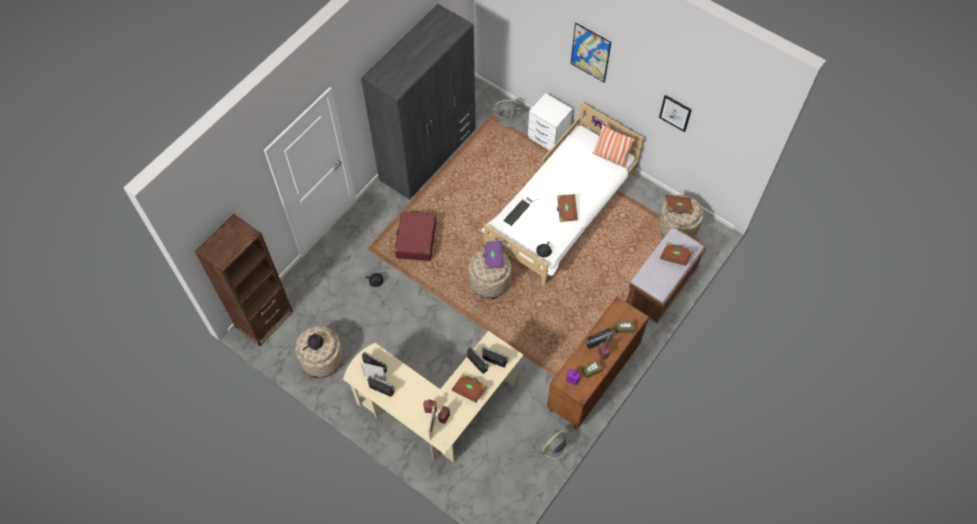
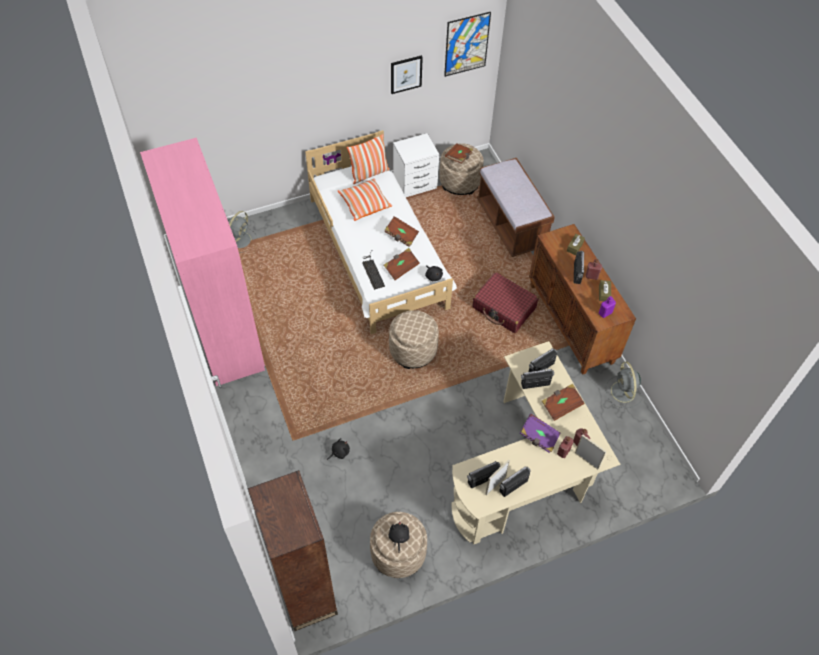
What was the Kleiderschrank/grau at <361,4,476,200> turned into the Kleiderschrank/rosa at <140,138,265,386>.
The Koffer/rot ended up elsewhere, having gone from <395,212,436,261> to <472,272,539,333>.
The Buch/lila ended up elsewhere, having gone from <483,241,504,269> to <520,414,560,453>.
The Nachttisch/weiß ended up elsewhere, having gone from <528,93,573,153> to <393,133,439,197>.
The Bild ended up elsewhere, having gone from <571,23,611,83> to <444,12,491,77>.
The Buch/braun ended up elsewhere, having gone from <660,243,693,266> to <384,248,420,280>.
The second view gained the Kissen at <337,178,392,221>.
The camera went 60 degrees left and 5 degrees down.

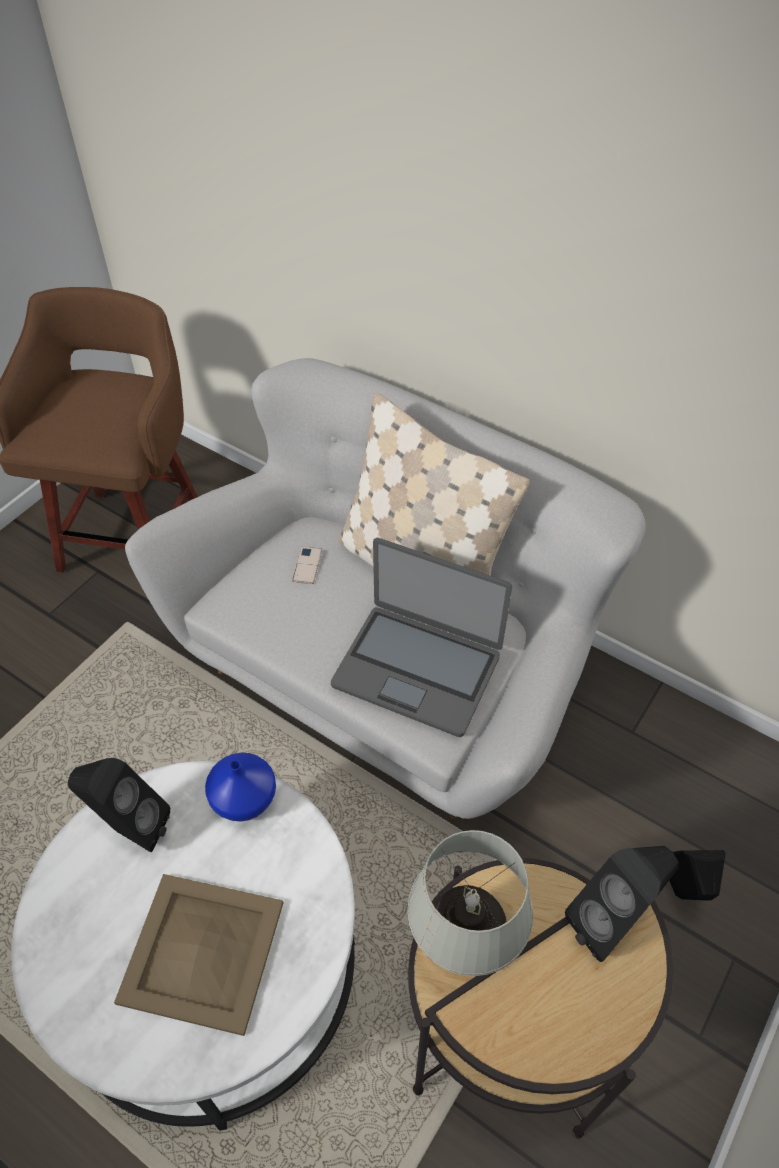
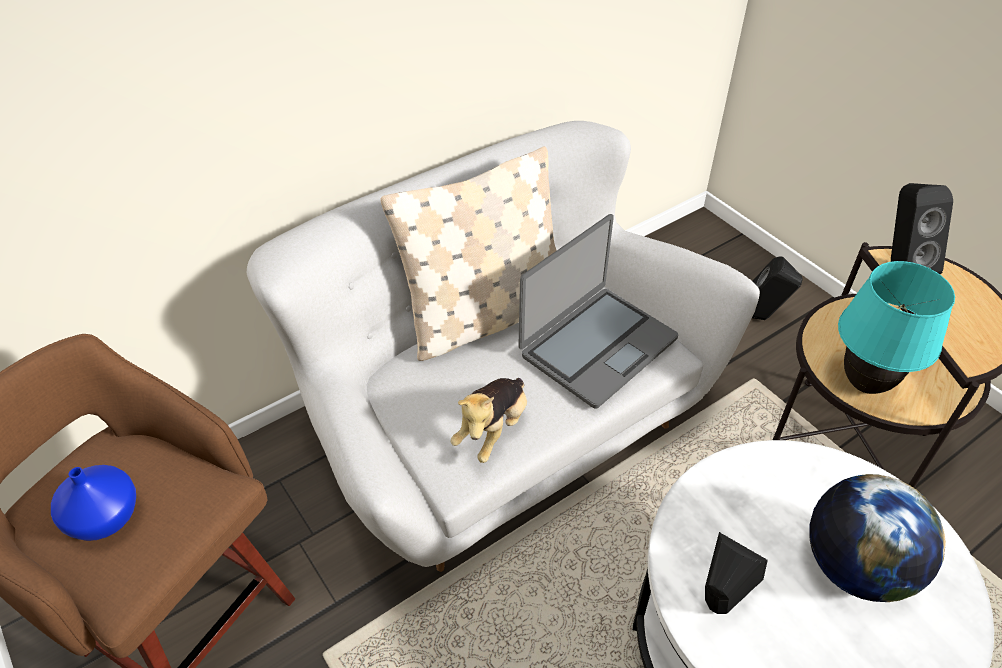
Where the Tablett/beige stood at <114,874,284,1036>, the Globus came to stand at <809,474,946,602>.
The Vase/blau ended up elsewhere, having gone from <205,752,276,822> to <51,465,136,541>.
The second view lost the Handy at <292,546,322,584>.
What was the Tischlampe/weiß at <407,830,533,976> turned into the Tischlampe/türkis at <838,261,955,394>.
The second view gained the Plüschtier at <450,378,527,463>.
The camera went 70 degrees left and 5 degrees down.

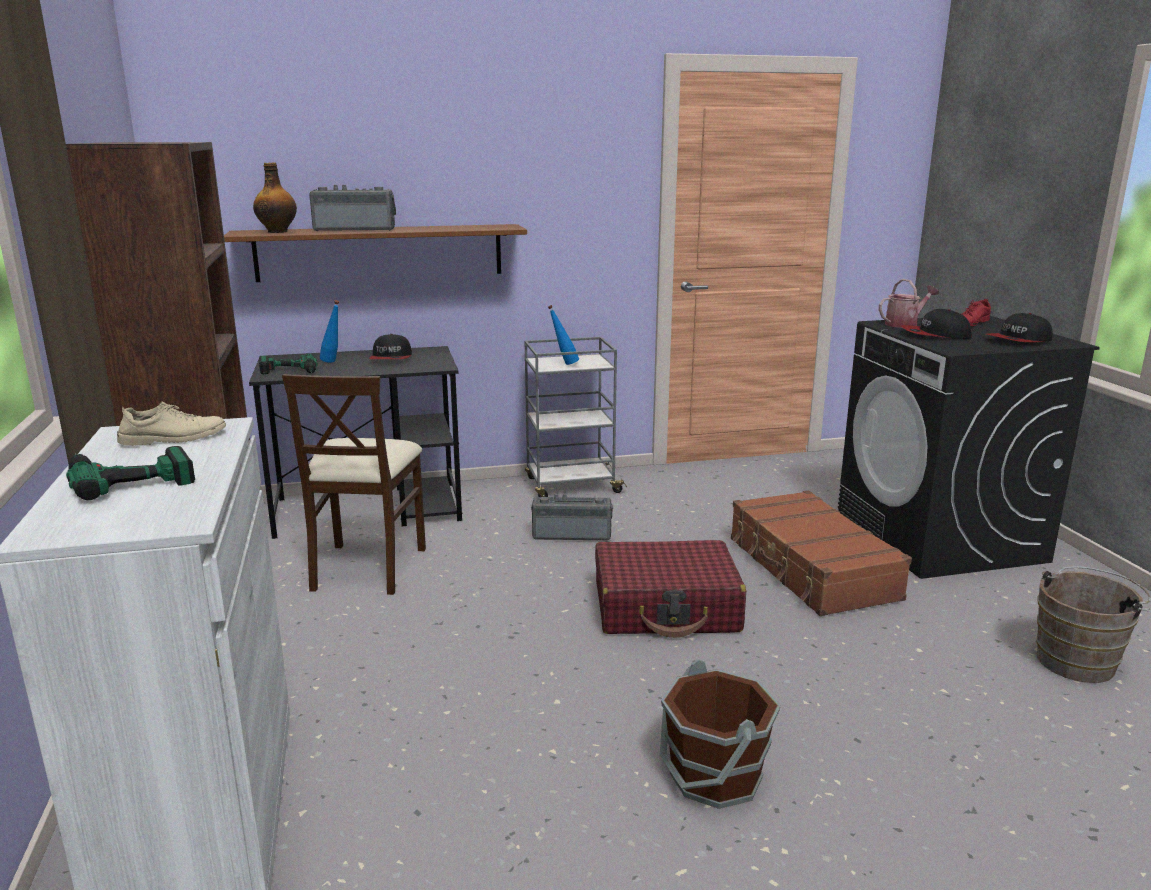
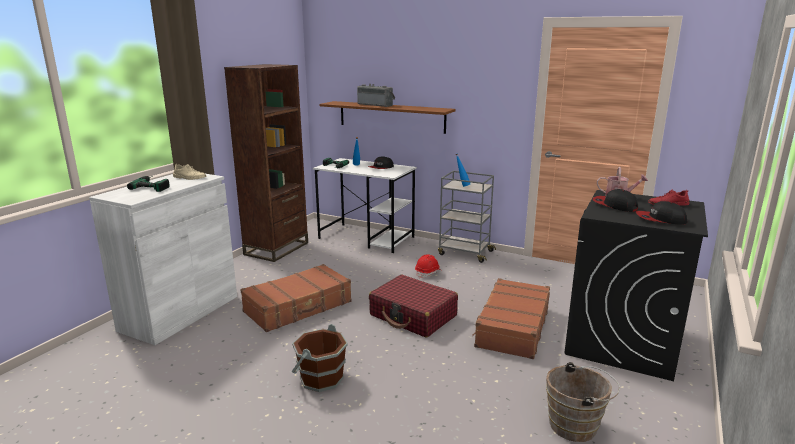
What was the Schreibtisch/schwarz at <249,346,462,539> turned into the Schreibtisch/weiß at <313,158,417,253>.
The second view lost the Flasche at <253,163,297,233>.
The second view lost the Stuhl/beige at <282,374,426,595>.
Where the Radio stood at <531,494,613,540>, the Schutzhelm/rot came to stand at <415,254,440,278>.
The second view gained the Koffer/braun at <240,264,352,332>.
The camera went 40 degrees right and 0 degrees up.

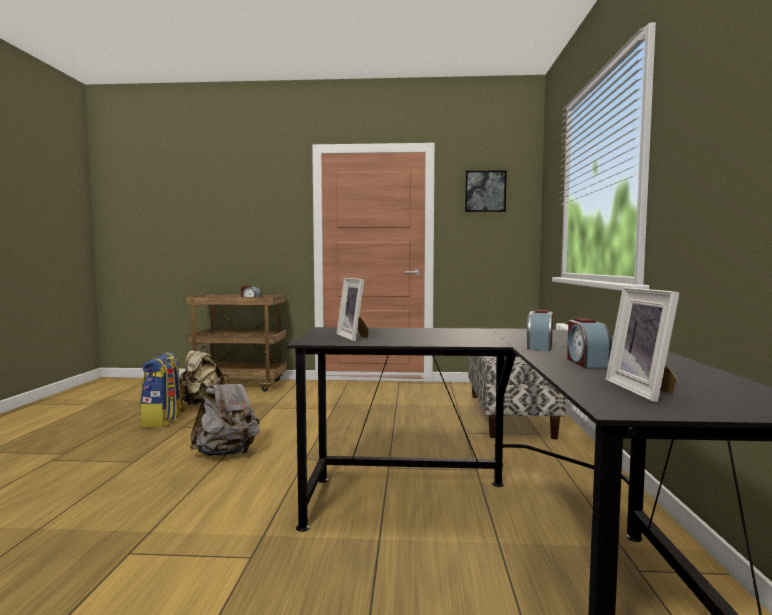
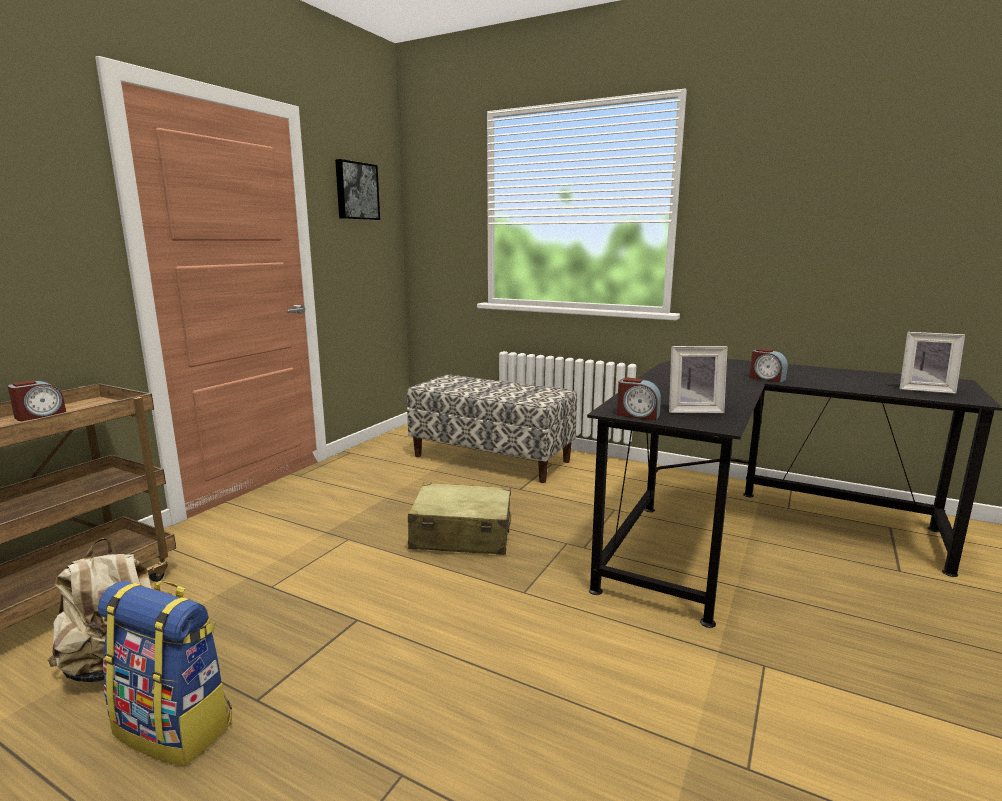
The second view lost the Rucksack/grau at <190,374,260,456>.
The Wecker ended up elsewhere, having gone from <567,318,612,368> to <617,377,661,420>.
The second view gained the Koffer/beige at <408,482,511,555>.
The camera went 65 degrees left and 10 degrees up.

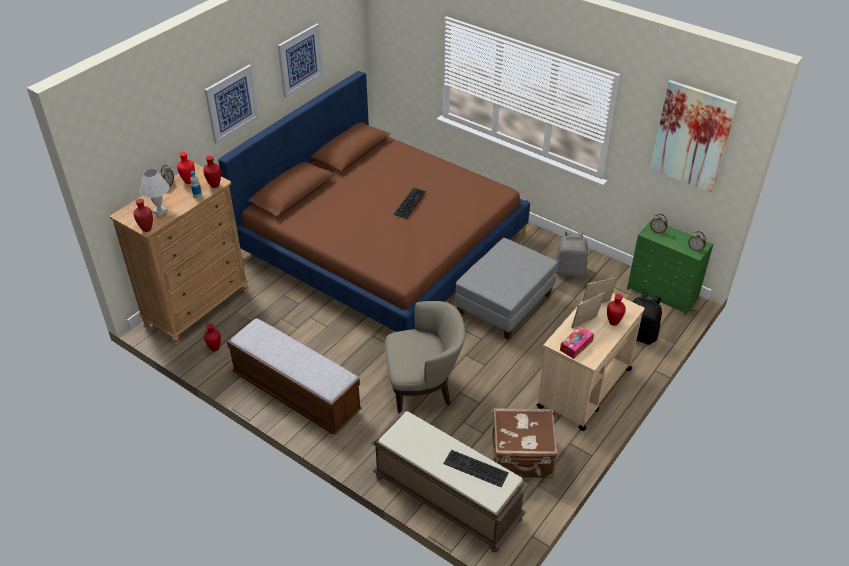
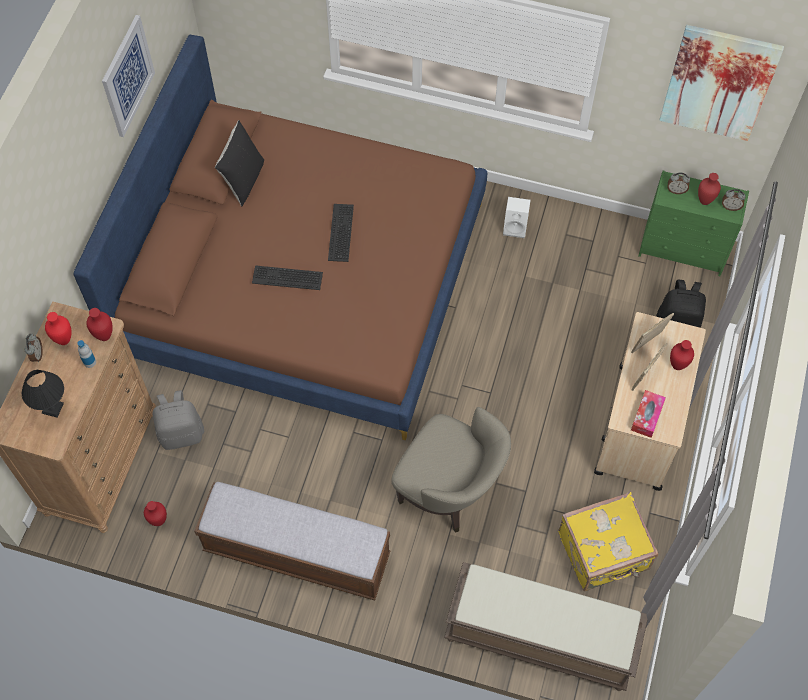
The Vase/rot ended up elsewhere, having gone from <134,199,153,232> to <698,173,721,205>.
What was the Tischlampe/weiß at <140,169,169,216> turned into the Tischlampe/schwarz at <22,370,64,418>.
The second view lost the Bild at <205,65,259,144>.
The Sessel/beige at <385,301,465,413> ended up facing another way, 60 degrees clockwise from before.
The Tastatur ended up elsewhere, having gone from <443,450,509,487> to <252,265,323,290>.
The second view lost the Polsterhocker/grau at <455,238,558,340>.
What was the Koffer/braun at <492,408,558,478> turned into the Koffer/gelb at <558,492,659,591>.
The Rucksack/grau ended up elsewhere, having gone from <555,231,588,277> to <153,390,204,450>.
The second view gained the Kissen/schwarz at <215,120,264,206>.
The second view gained the Lautsprecher/weiß at <503,197,531,238>.
The camera went 20 degrees left and 20 degrees up.

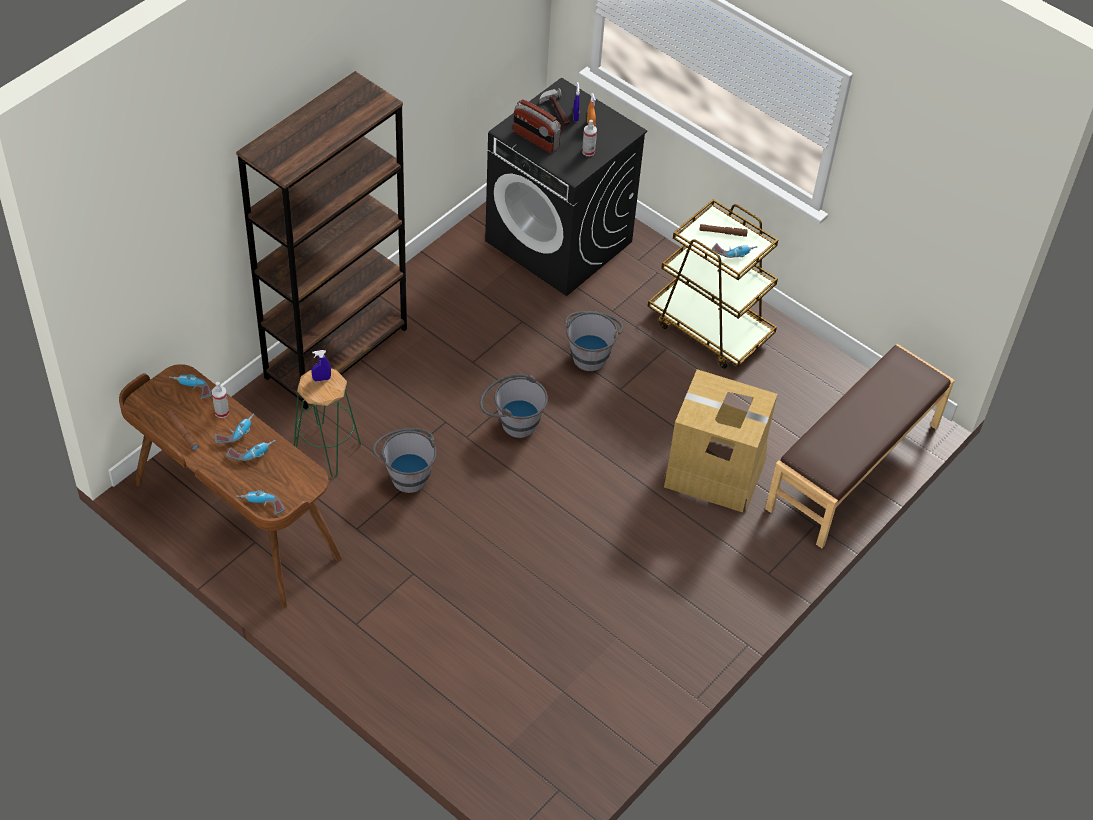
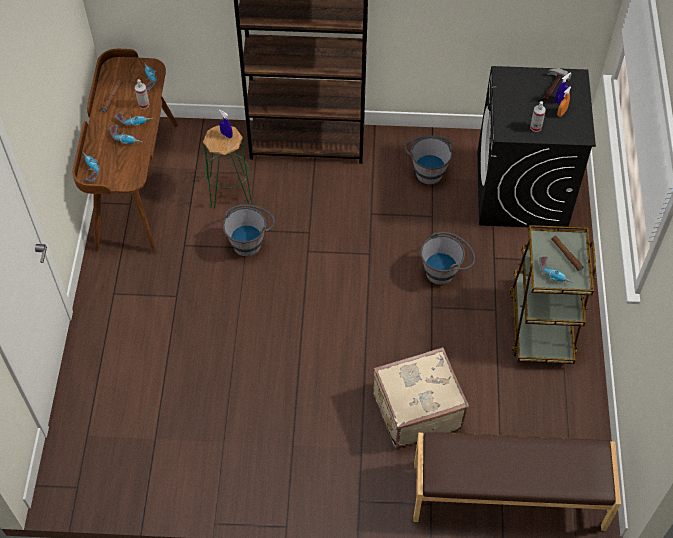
The Eimer/grau ended up elsewhere, having gone from <480,374,548,438> to <405,135,453,184>.
The second view lost the Radio at <513,99,561,153>.
Where the Karton stood at <663,369,777,513>, the Koffer/beige came to stand at <373,347,469,449>.
The camera went 55 degrees right and 5 degrees up.

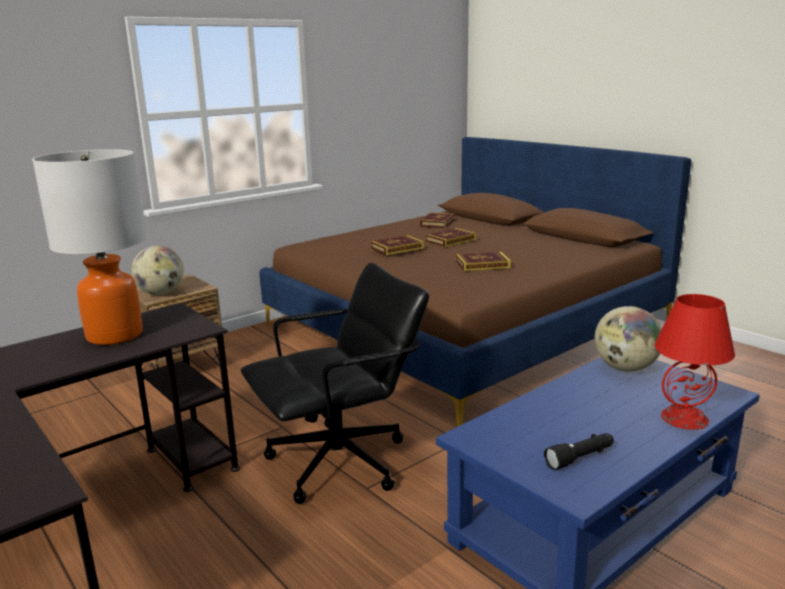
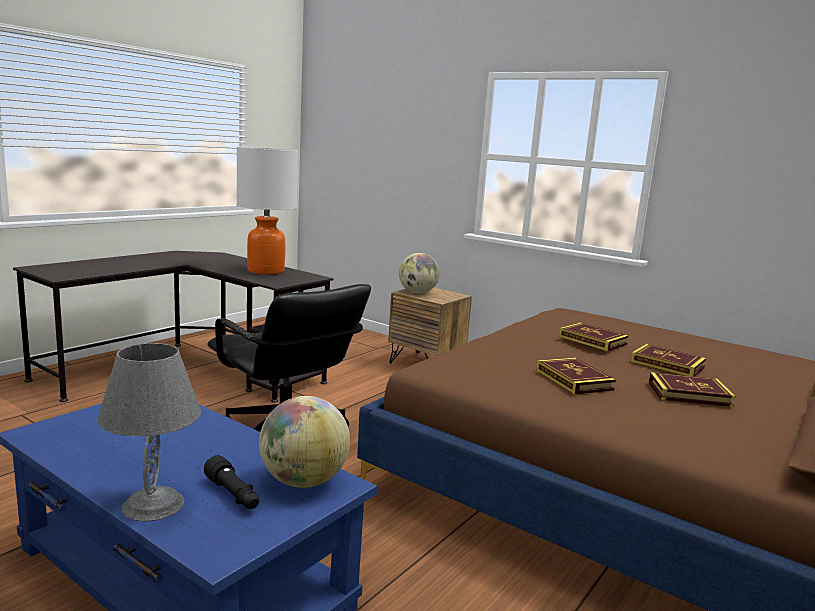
The Buch ended up elsewhere, having gone from <419,212,455,228> to <649,372,735,407>.
The Taschenlampe/schwarz ended up elsewhere, having gone from <544,433,614,470> to <204,455,259,509>.
What was the Tischlampe/rot at <655,294,735,430> turned into the Tischlampe/grau at <97,343,201,521>.
The camera went 75 degrees right and 5 degrees down.

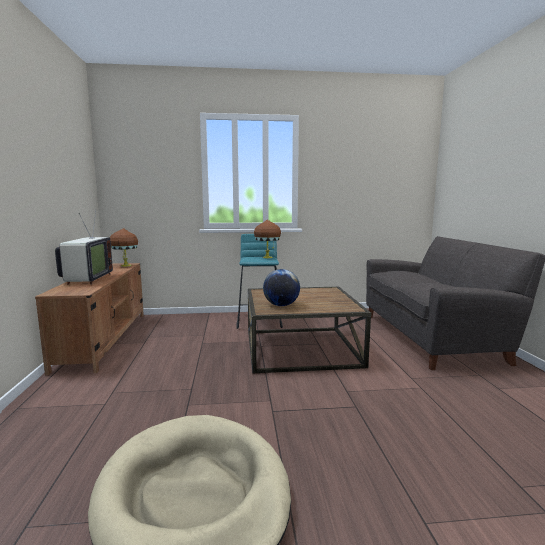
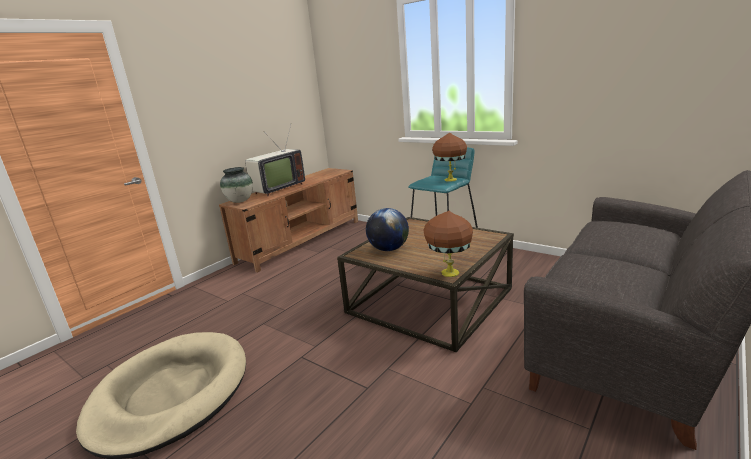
The Tischlampe/braun ended up elsewhere, having gone from <110,228,138,267> to <424,211,473,277>.
The second view gained the Vase at <220,167,253,203>.
The camera went 45 degrees right and 10 degrees up.

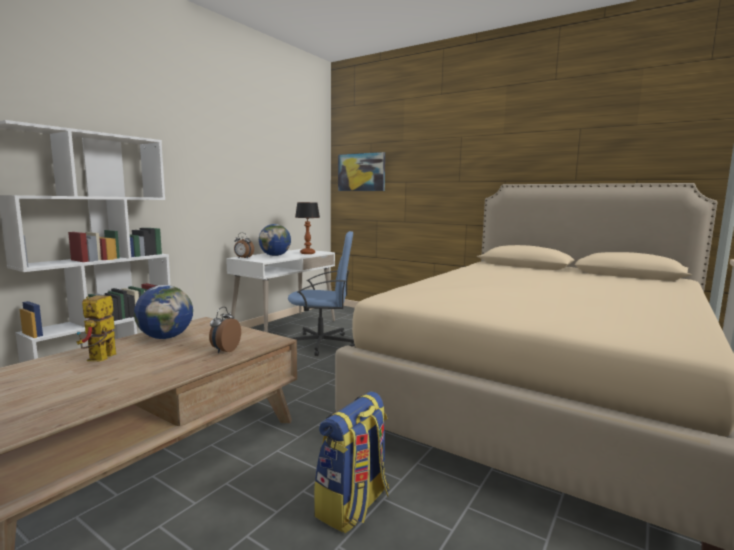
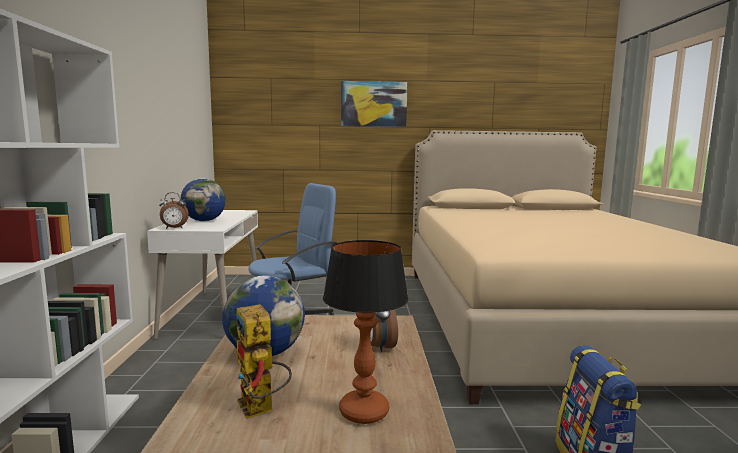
The Tischlampe ended up elsewhere, having gone from <295,202,320,254> to <323,240,408,424>.
The Bild ended up elsewhere, having gone from <338,152,385,191> to <341,80,407,127>.
The camera went 35 degrees left and 0 degrees up.

